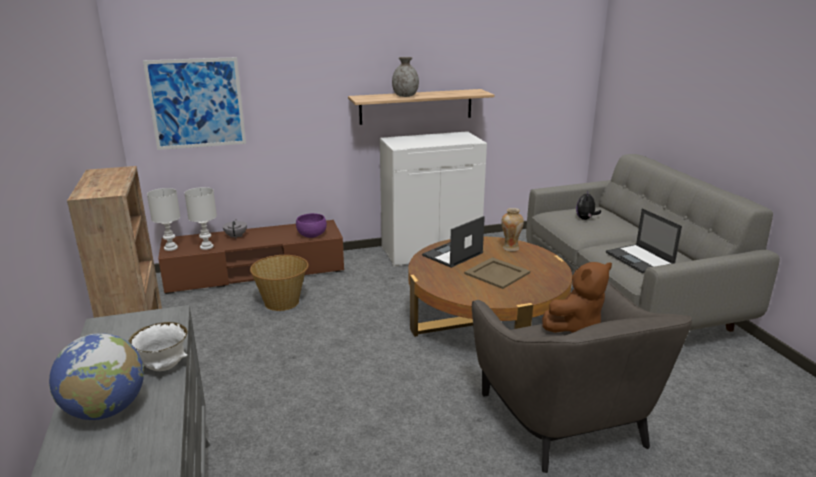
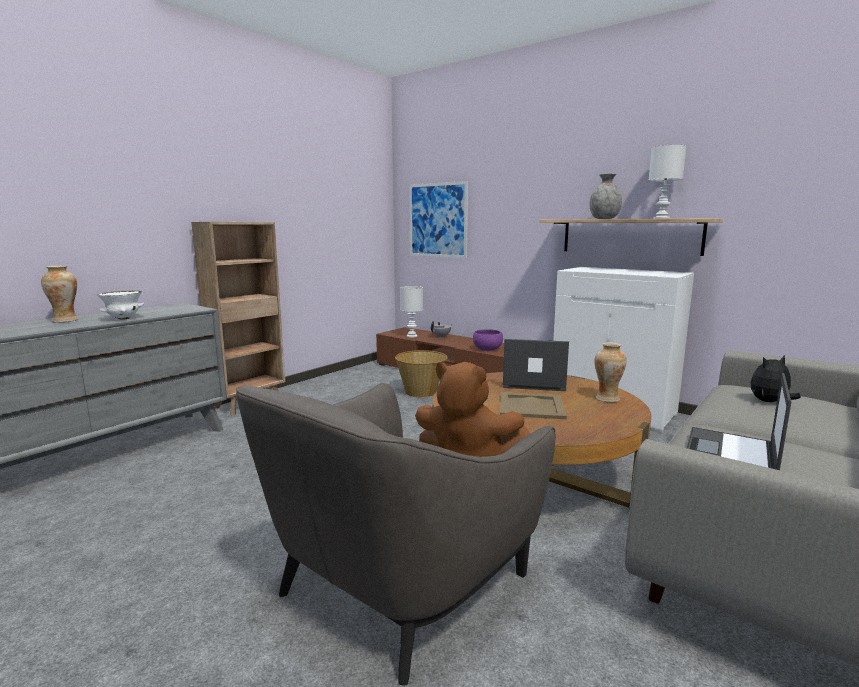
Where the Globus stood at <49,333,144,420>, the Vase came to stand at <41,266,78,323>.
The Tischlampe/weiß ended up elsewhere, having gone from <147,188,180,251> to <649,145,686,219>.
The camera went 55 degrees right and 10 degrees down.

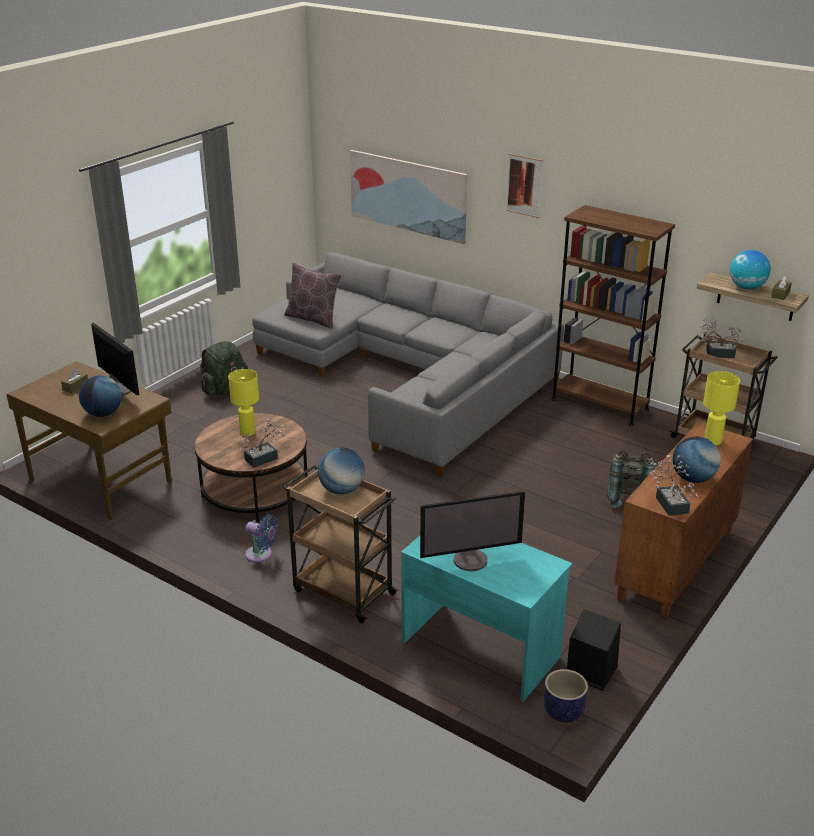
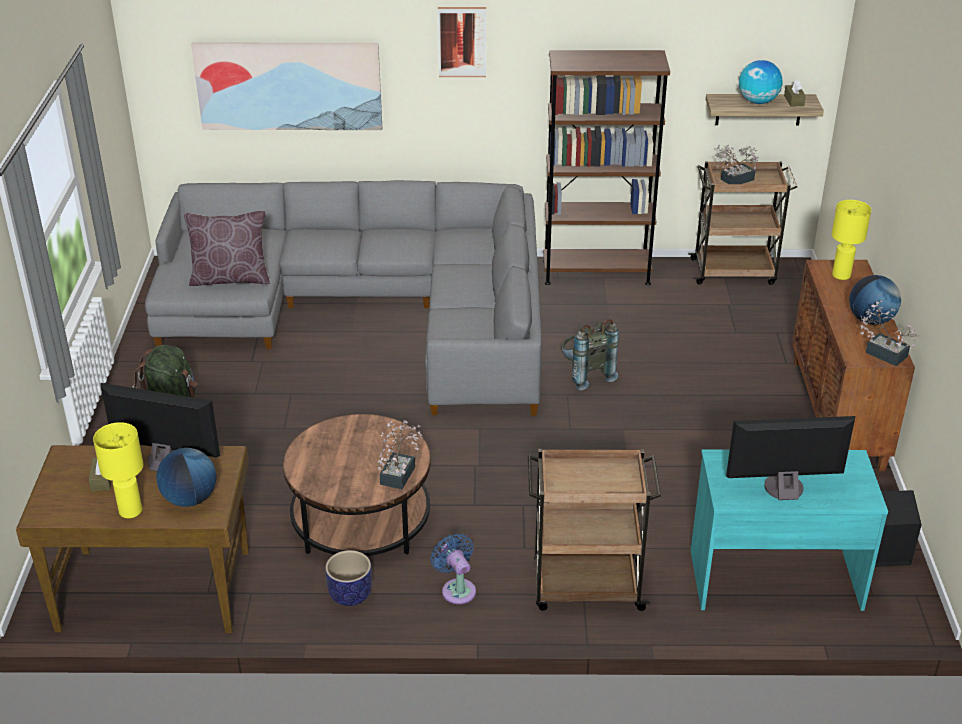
The Tischlampe/gelb ended up elsewhere, having gone from <228,369,259,436> to <93,422,144,518>.
The Ventilator/blau at <245,514,279,563> ended up facing another way, 105 degrees counterclockwise from before.
The second view lost the Globus at <318,447,365,494>.
The Monitor at <420,491,525,571> ended up facing another way, 135 degrees counterclockwise from before.
The Pflanzkübel ended up elsewhere, having gone from <544,669,588,723> to <325,550,372,606>.
The Rucksack/grau ended up elsewhere, having gone from <607,450,655,508> to <561,319,619,391>.
The camera went 35 degrees left and 5 degrees up.

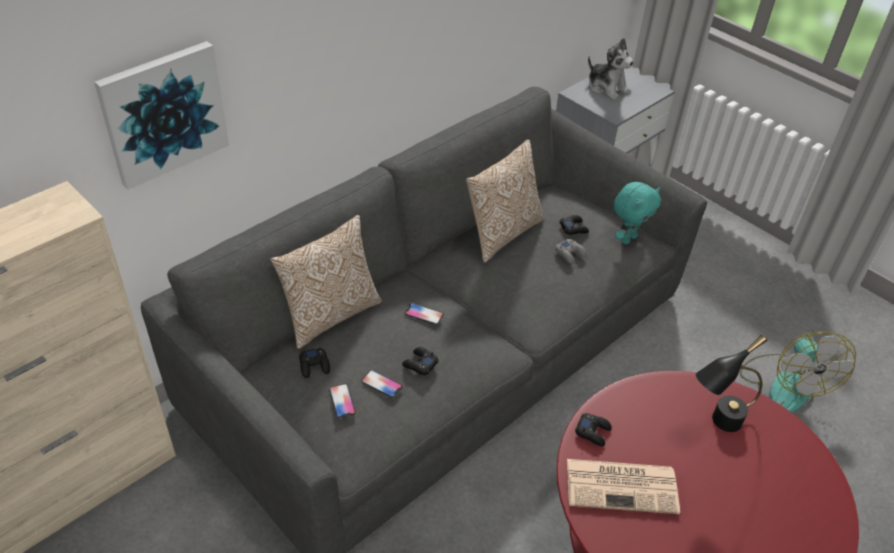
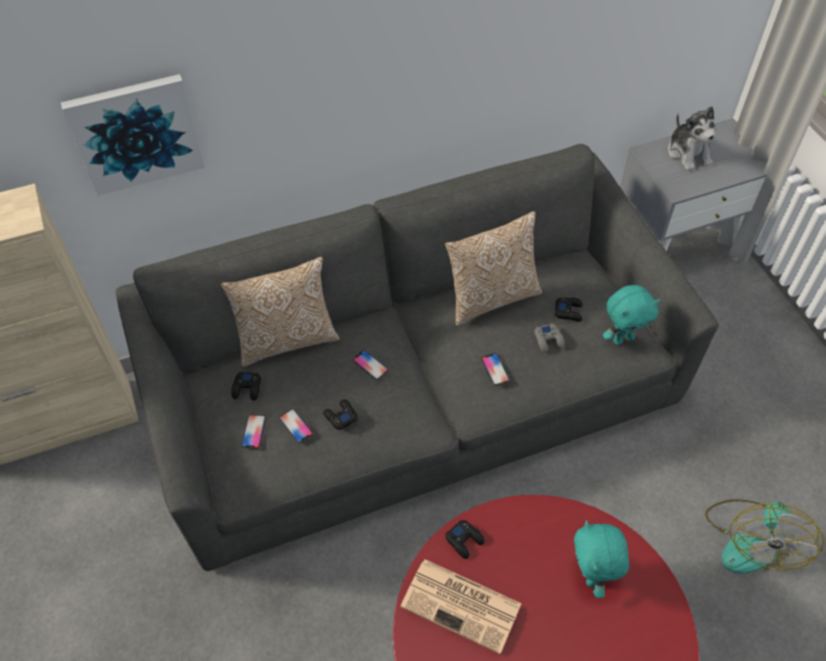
Where the Tischlampe/schwarz stood at <695,334,768,432>, the Plüschtier/türkis came to stand at <574,520,629,598>.
The second view gained the Handy at <481,353,510,386>.
The camera went 25 degrees right and 10 degrees up.

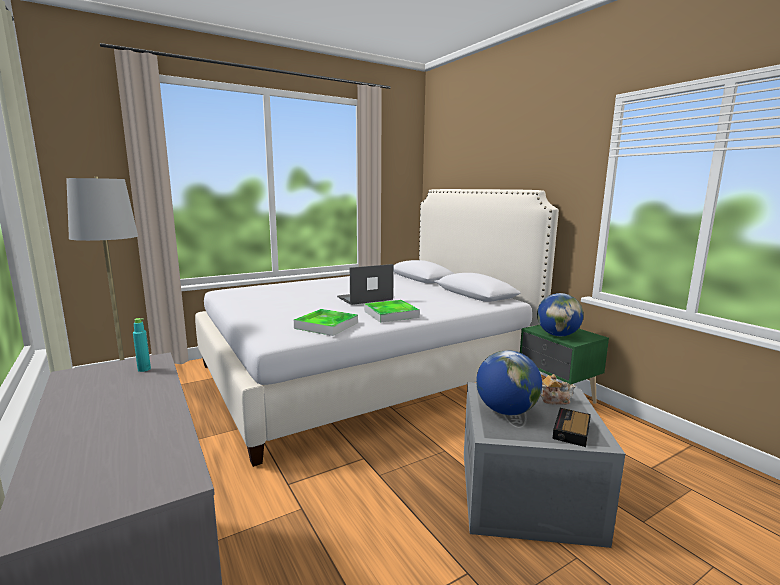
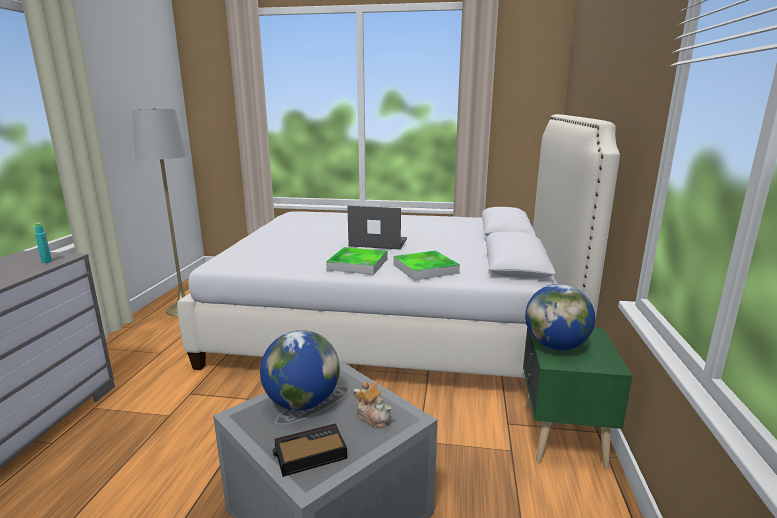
The Tablett ended up elsewhere, having gone from <294,309,358,336> to <393,250,460,281>.
The camera went 40 degrees right and 5 degrees up.

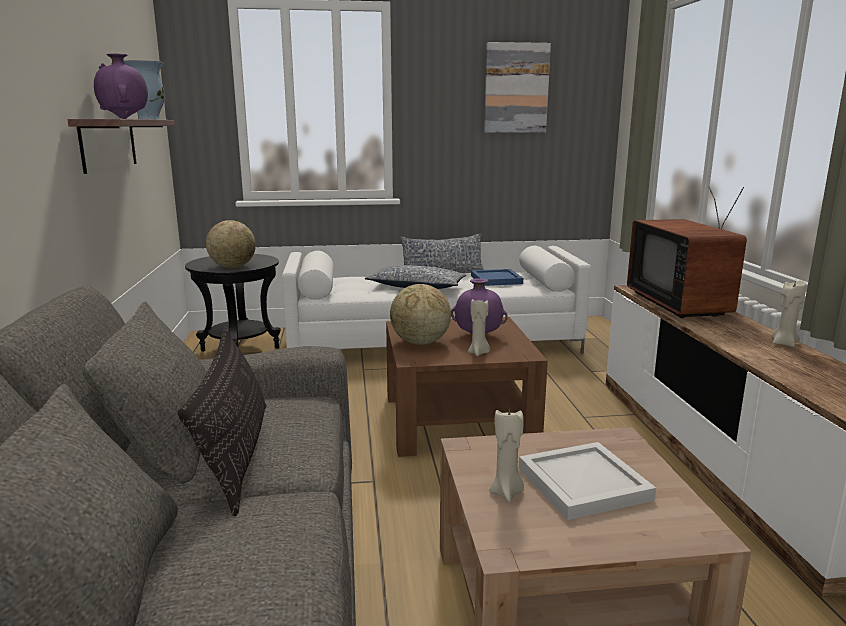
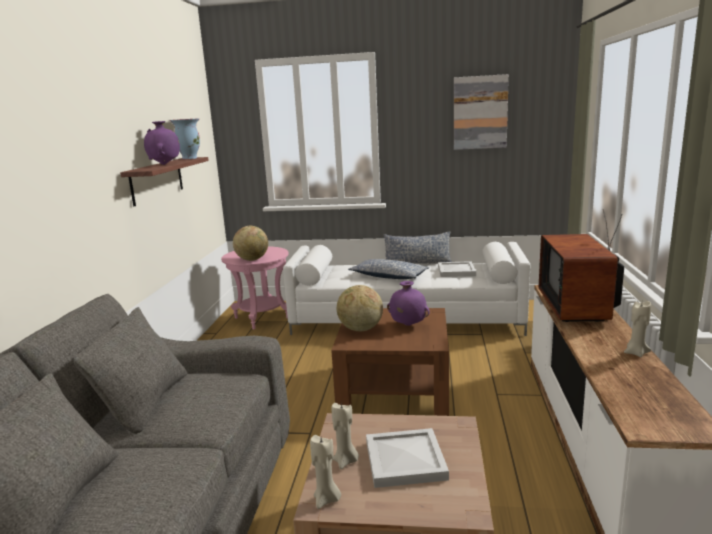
The second view lost the Kissen at <178,327,267,516>.
What was the Beistelltisch/schwarz at <185,254,281,352> turned into the Beistelltisch/rosa at <221,246,289,330>.
The Kerze/beige ended up elsewhere, having gone from <468,299,490,356> to <310,435,341,509>.
What was the Tablett/blau at <471,269,523,286> turned into the Tablett/weiß at <438,261,476,277>.
The camera went 15 degrees right and 0 degrees up.

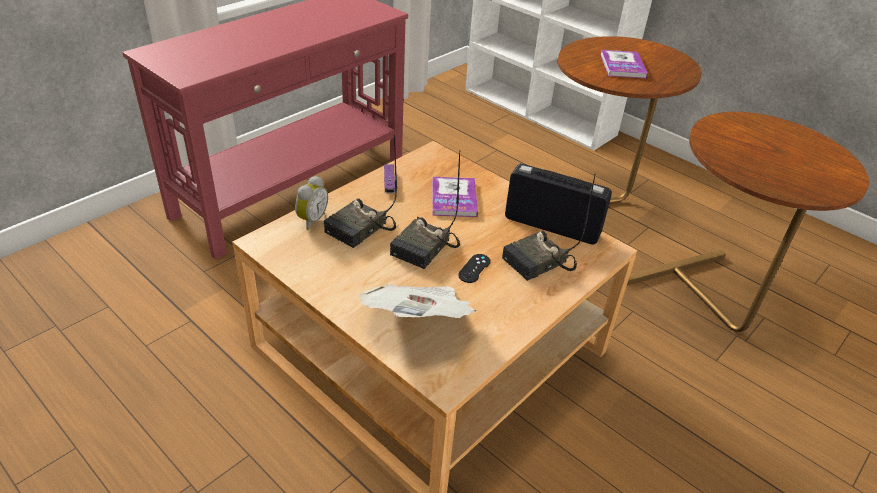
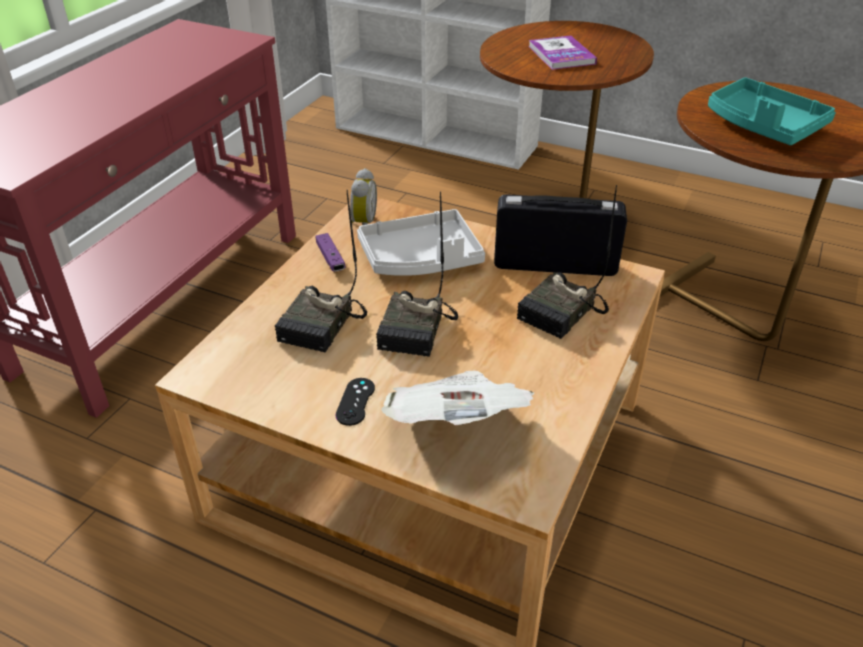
The Wecker ended up elsewhere, having gone from <295,176,328,230> to <350,168,377,225>.
Where the Buch stood at <432,177,478,217>, the Tablett/grau came to stand at <357,209,485,276>.
The Gamepad/schwarz ended up elsewhere, having gone from <458,254,491,283> to <335,378,375,426>.
The second view gained the Tablett/türkis at <708,77,836,145>.
The camera went 15 degrees left and 0 degrees up.

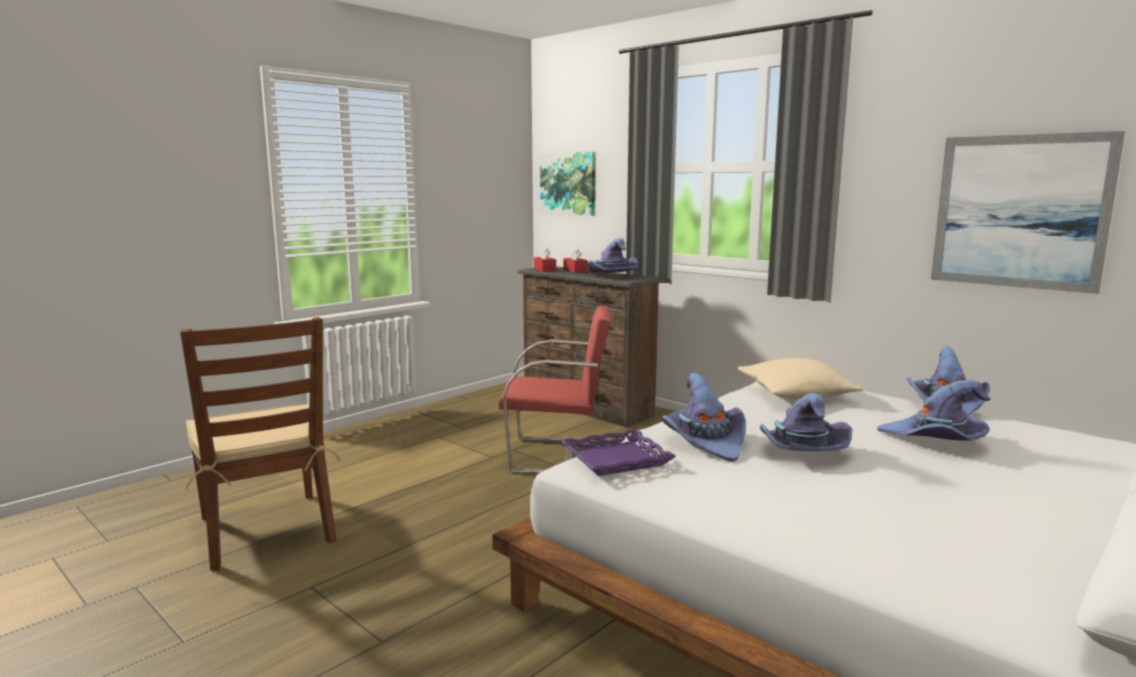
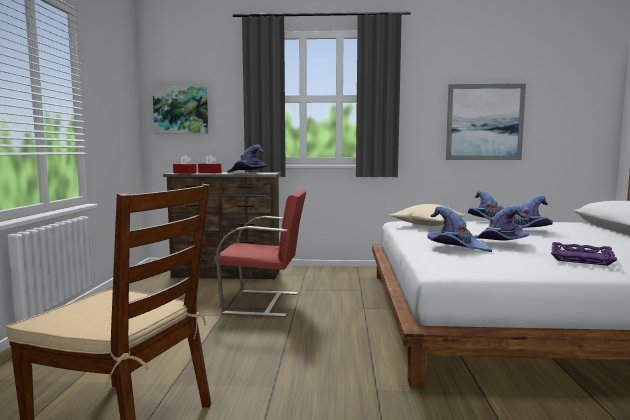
The Stuhl/rot at <499,305,611,474> ended up facing another way, 45 degrees clockwise from before.
The Tablett/lila ended up elsewhere, having gone from <561,429,676,476> to <551,242,618,266>.
The camera went 40 degrees left and 5 degrees down.

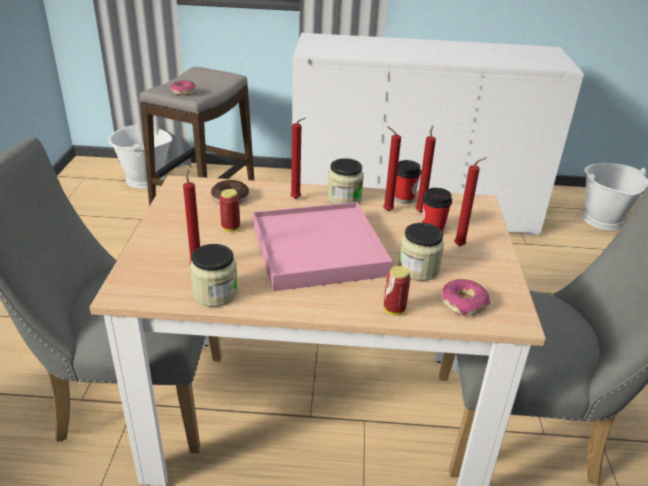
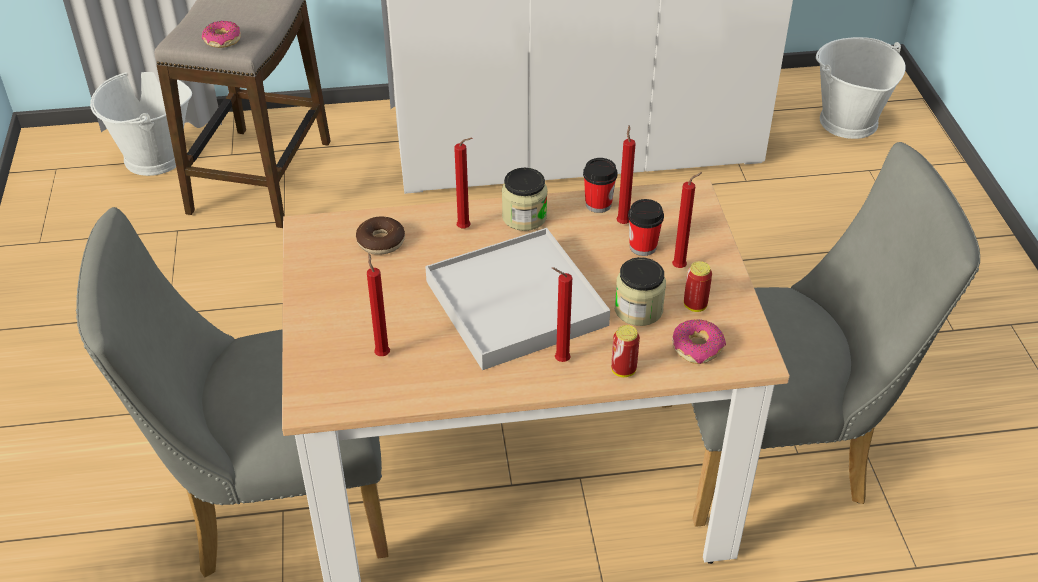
The second view lost the Vorratsglas at <190,244,238,307>.
The Dose ended up elsewhere, having gone from <219,189,240,232> to <684,261,712,312>.
What was the Tablett/rosa at <253,202,393,291> turned into the Tablett/weiß at <425,228,610,370>.
The Kerze/rot ended up elsewhere, having gone from <383,126,401,211> to <552,267,572,362>.
The camera went 10 degrees left and 10 degrees up.

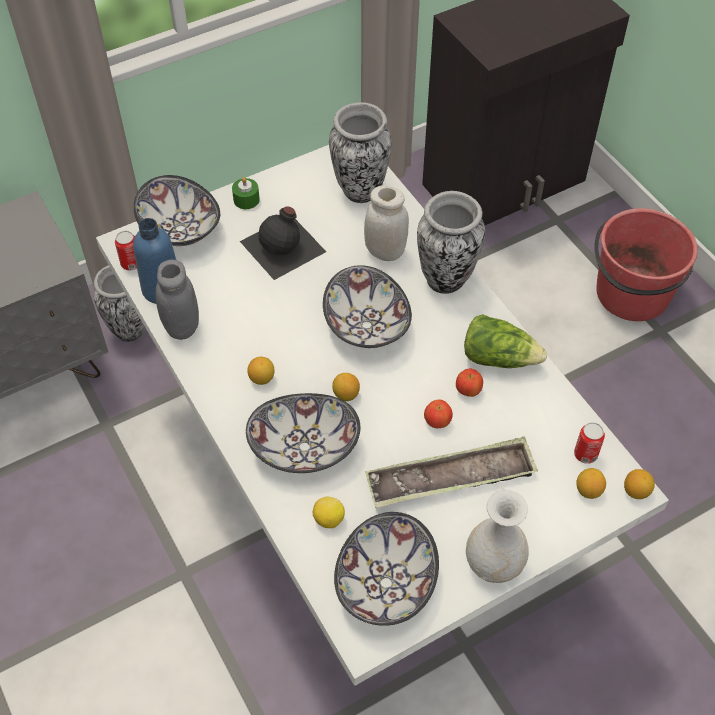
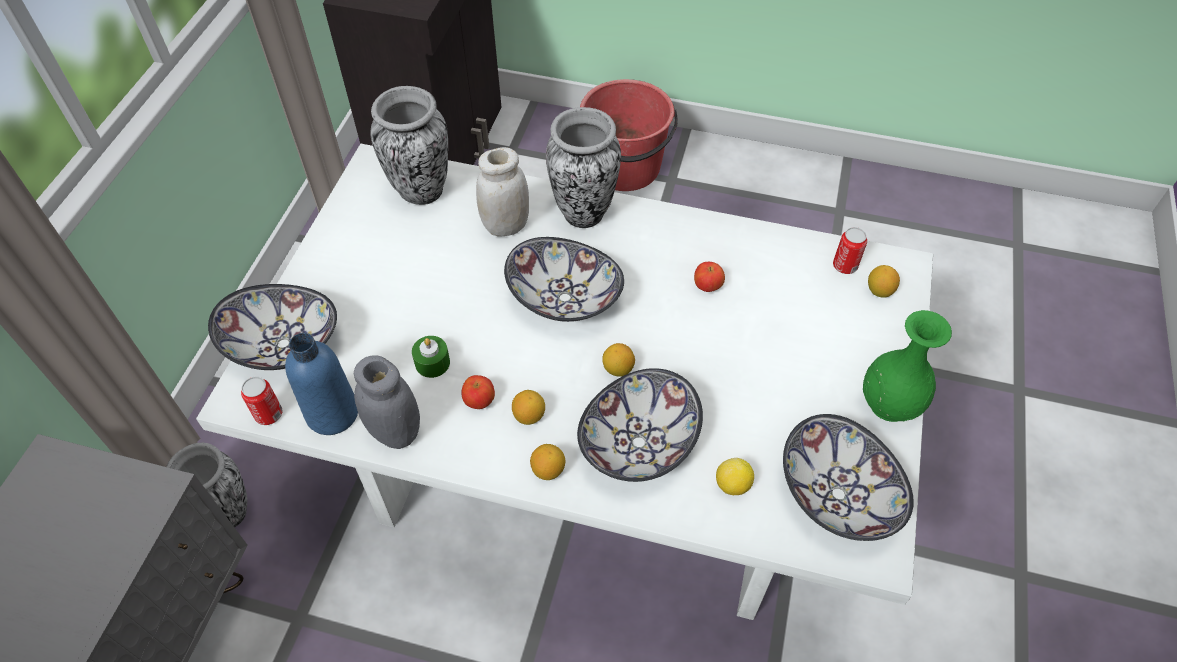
The Kerze/grün ended up elsewhere, having gone from <232,177,260,209> to <412,336,450,378>.
The second view lost the Flasche/schwarz at <240,206,326,280>.
The second view lost the Tablett at <365,437,538,508>.
The Apfel ended up elsewhere, having gone from <424,400,453,428> to <462,375,495,409>.
The second view lost the Salatkopf at <464,314,547,368>.
What was the Vase/weiß at <466,490,529,583> turned into the Vase/grün at <863,310,952,422>.
The Zitrone ended up elsewhere, having gone from <624,469,655,499> to <530,444,565,480>.
The camera went 45 degrees left and 0 degrees up.

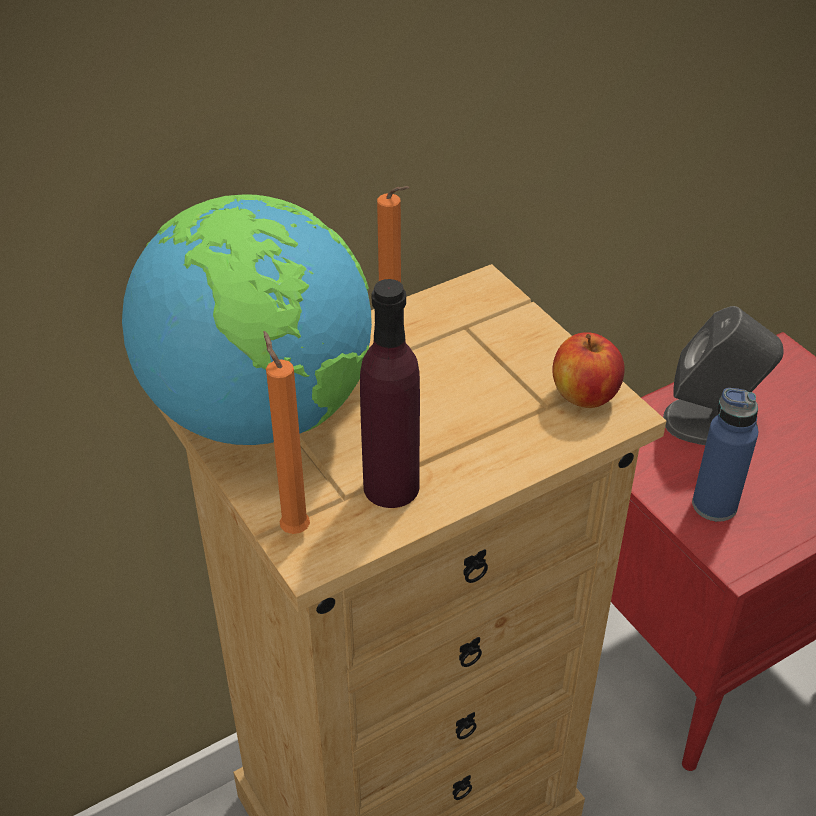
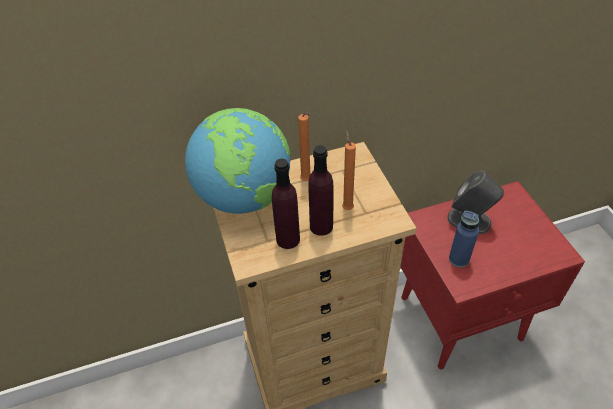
The Kerze/orange ended up elsewhere, having gone from <264,331,310,534> to <342,131,356,210>.
The second view lost the Apfel at <552,332,625,408>.
The second view gained the Flasche/lila at <308,145,334,236>.
The camera went 15 degrees right and 5 degrees up.

